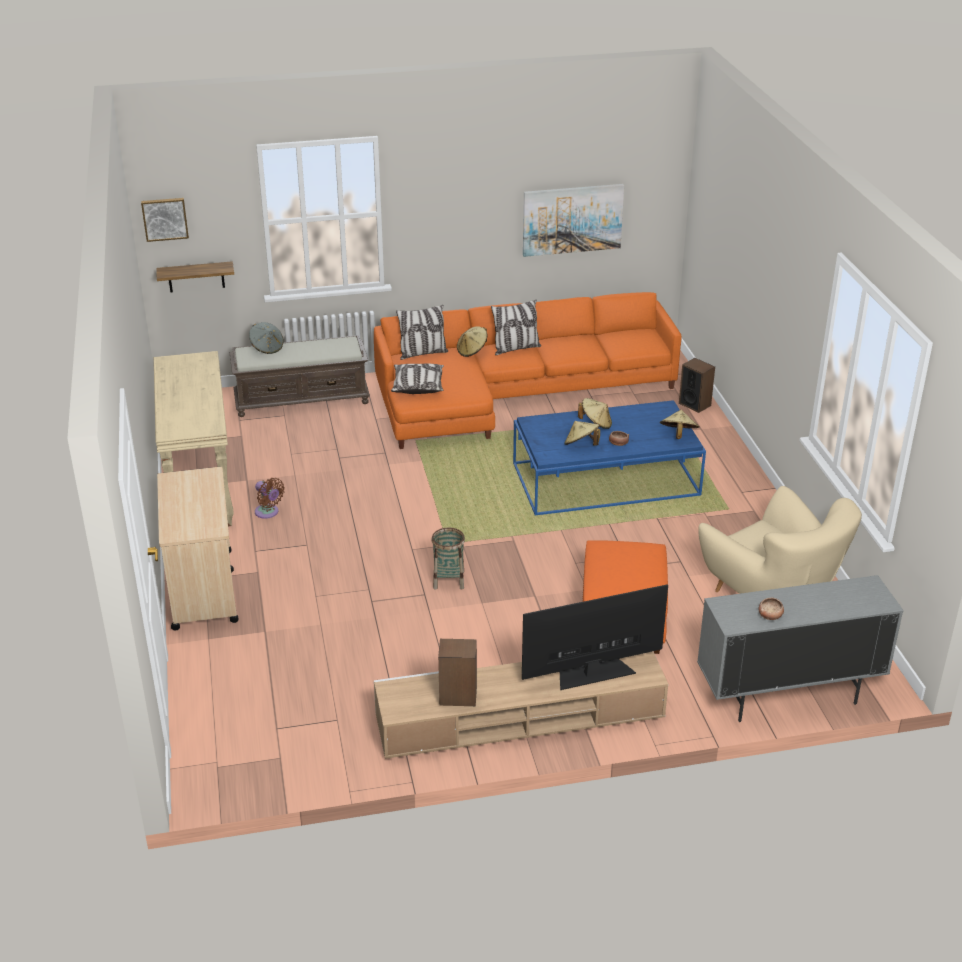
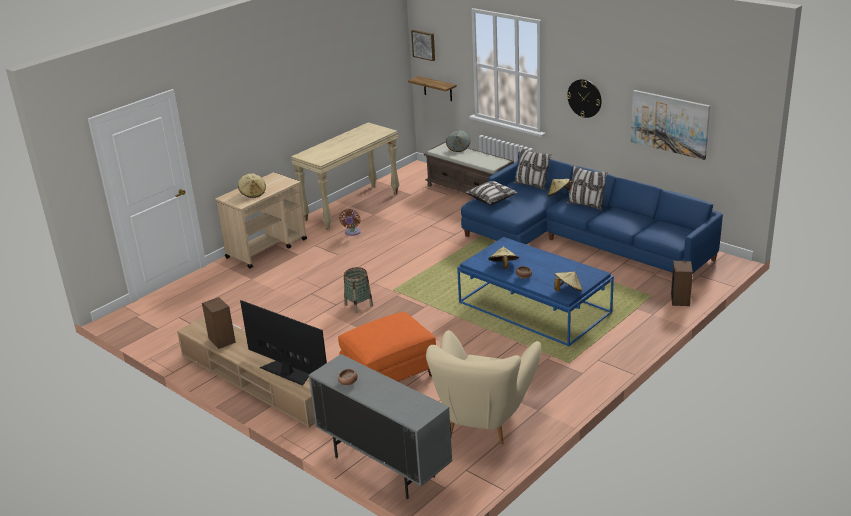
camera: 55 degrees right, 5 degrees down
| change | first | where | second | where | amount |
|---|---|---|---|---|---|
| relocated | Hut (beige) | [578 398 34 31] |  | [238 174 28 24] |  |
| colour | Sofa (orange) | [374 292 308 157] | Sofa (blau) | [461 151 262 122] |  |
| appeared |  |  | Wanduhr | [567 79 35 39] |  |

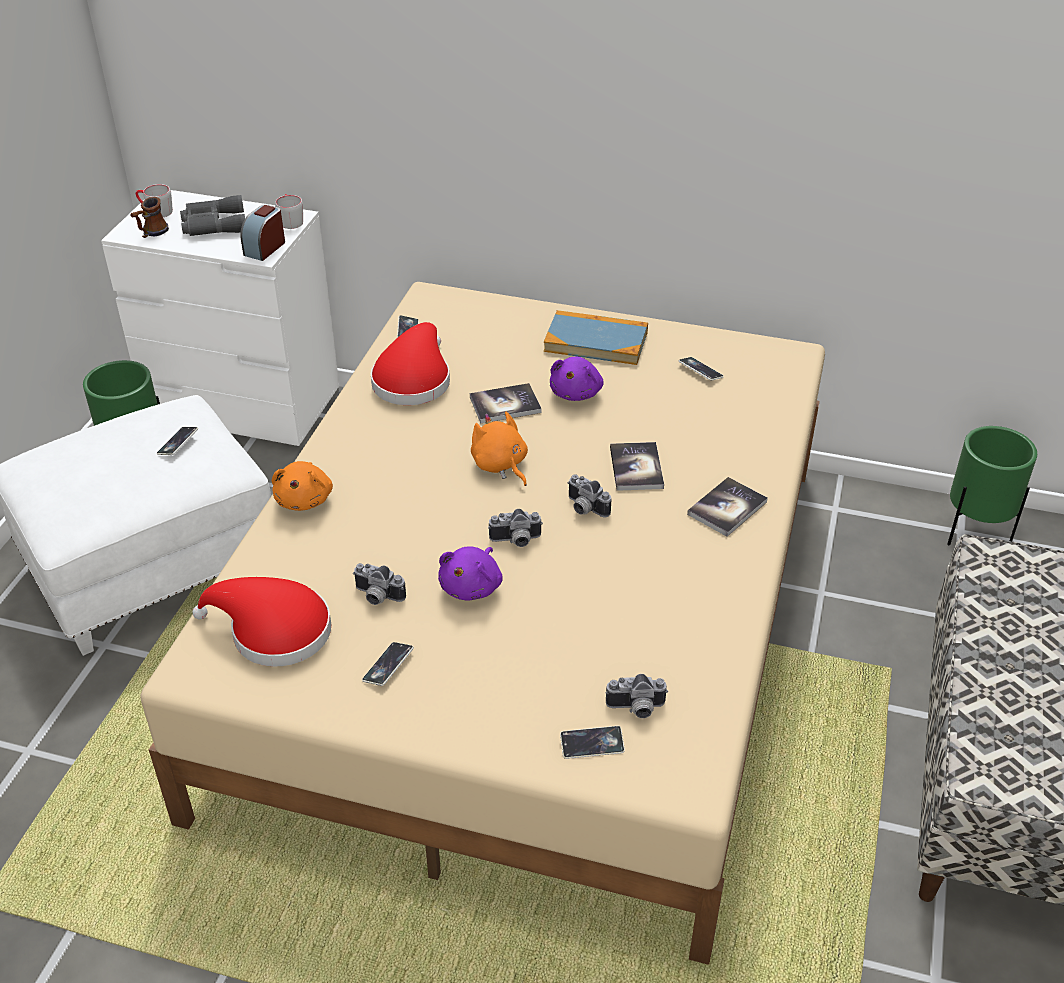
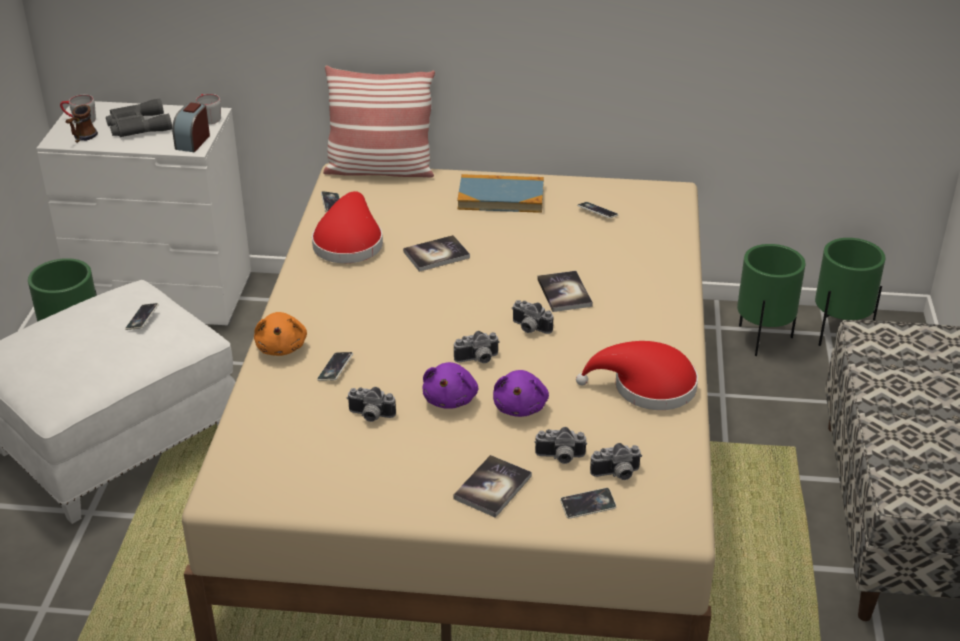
camera: 10 degrees left, 5 degrees down
| change | first | where | second | where | amount |
|---|---|---|---|---|---|
| relocated | Handy | [362 642 52 44] |  | [317 352 36 29] |  |
| appeared |  |  | Kissen | [323 65 112 113] |  |
| relocated | Buch | [687 477 81 60] |  | [453 455 79 63] |  |
| relocated | Plüschtier (lila) | [550 357 54 44] |  | [493 370 56 47] |  |
| appeared |  |  | Kamera | [535 427 52 37] |  |
| relocated | Hut (rot) | [193 577 138 90] |  | [576 341 122 69] |  |
| appeared |  |  | Pflanzkübel (grün) | [737 244 69 112] |  |
| missing | Plüschtier (orange) | [471 412 57 74] |  |  |  |

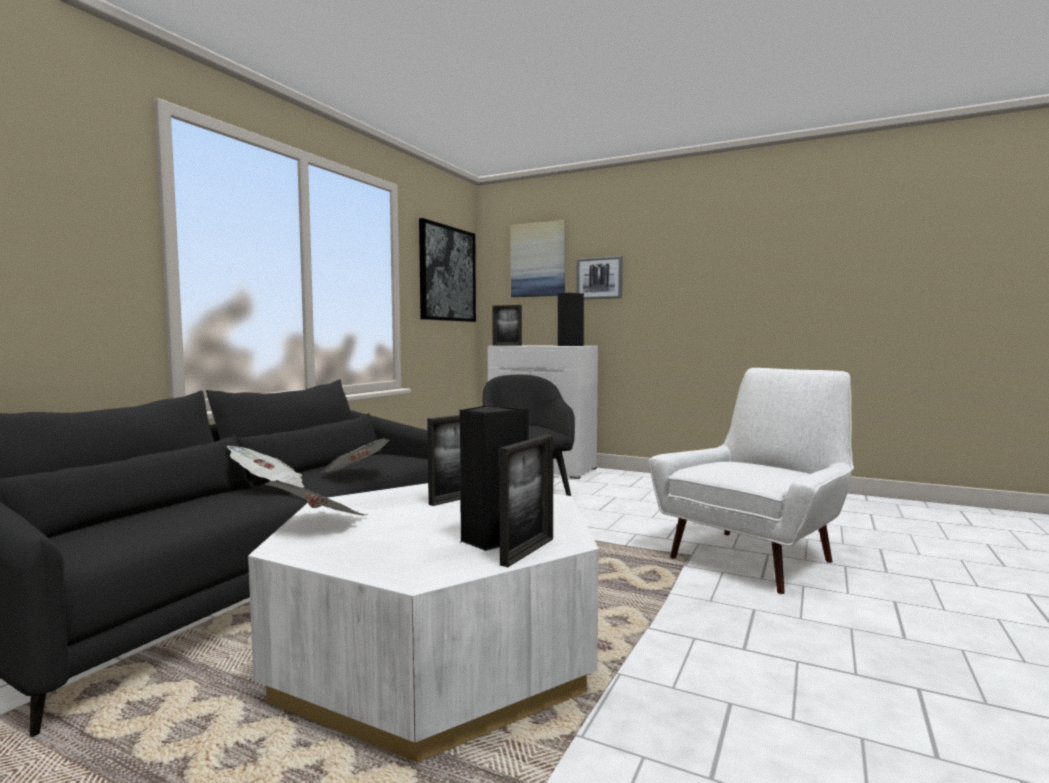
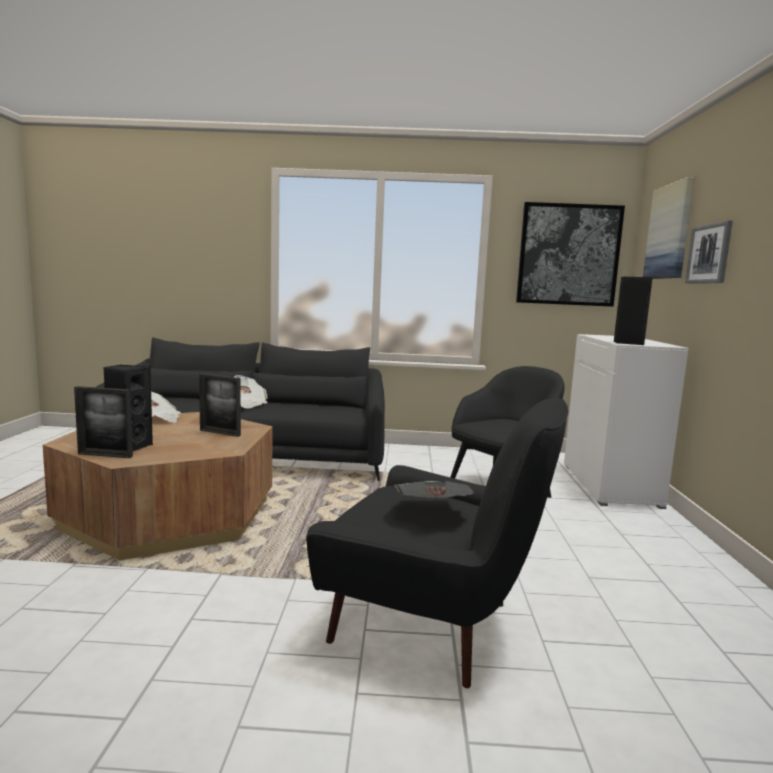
camera: 65 degrees right, 5 degrees up
| change | first | where | second | where | amount |
|---|---|---|---|---|---|
| colour | Couchtisch (weiß) | [248 483 351 280] | Couchtisch (braun) | [43 412 230 148] |  |
| colour | Sessel (weiß) | [649 368 205 226] | Sessel (schwarz) | [306 397 262 291] |  |
| relocated | Zeitung | [321 438 68 35] |  | [394 481 81 17] |  |
| missing | Bilderrahmen | [492 305 30 41] |  |  |  |

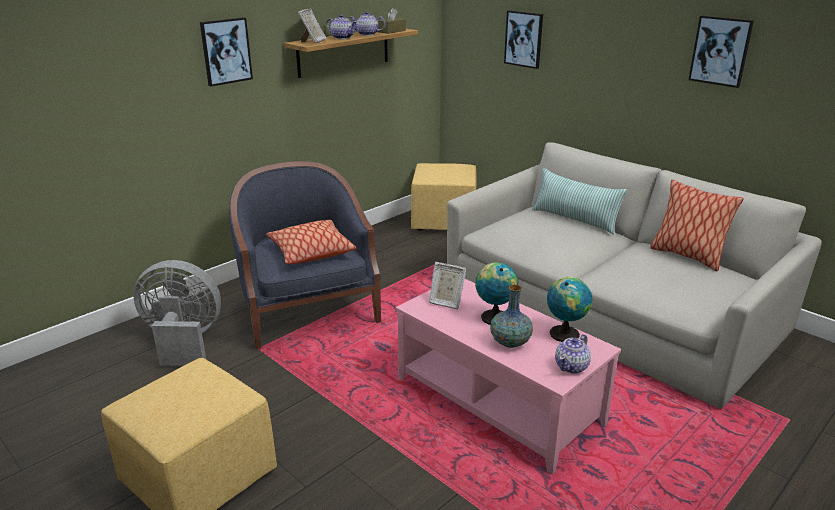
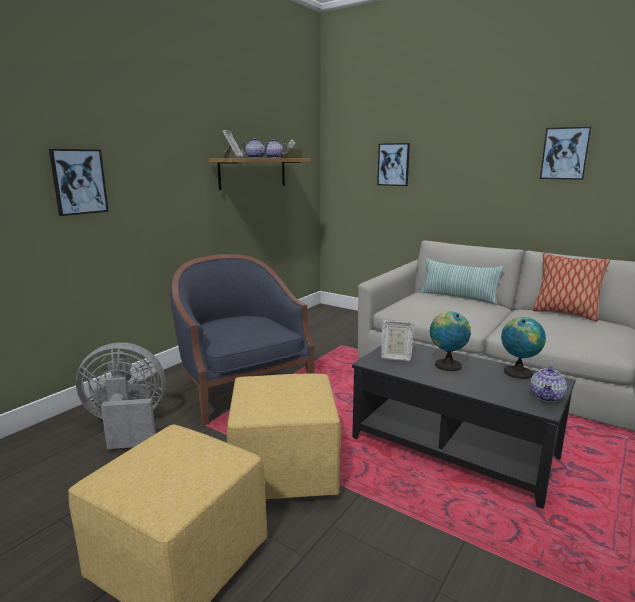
camera: 10 degrees left, 10 degrees down
| change | first | where | second | where | amount |
|---|---|---|---|---|---|
| relocated | Bild | [200 17 53 70] |  | [49 149 60 67] |  |
| relocated | Polsterhocker (gelb) | [411 163 66 68] |  | [227 374 114 125] |  |
| colour | Couchtisch (rosa) | [396 279 225 195] | Couchtisch (schwarz) | [352 343 224 166] |  |
| missing | Kissen | [266 220 90 44] |  |  |  |
| missing | Vase | [490 285 43 63] |  |  |  |

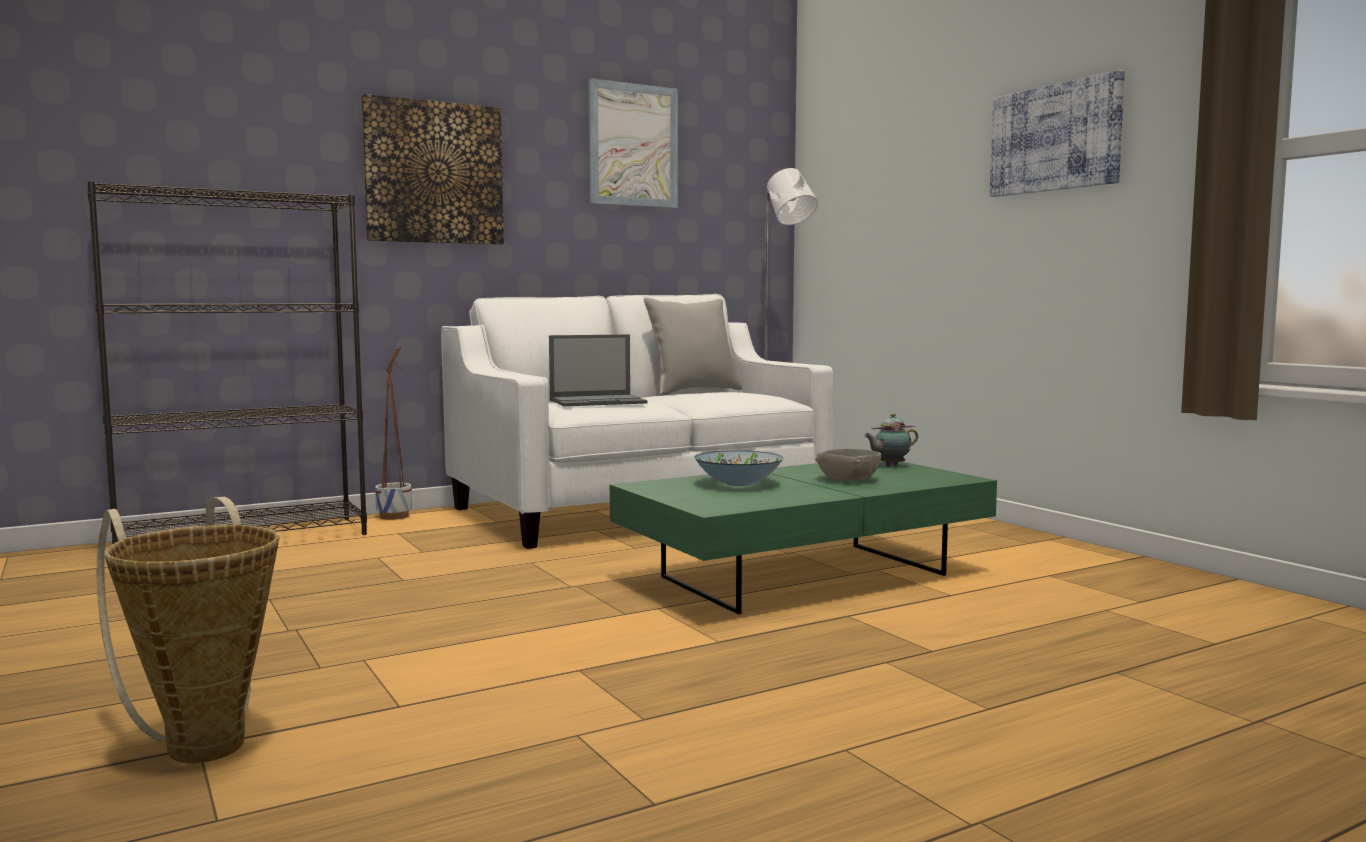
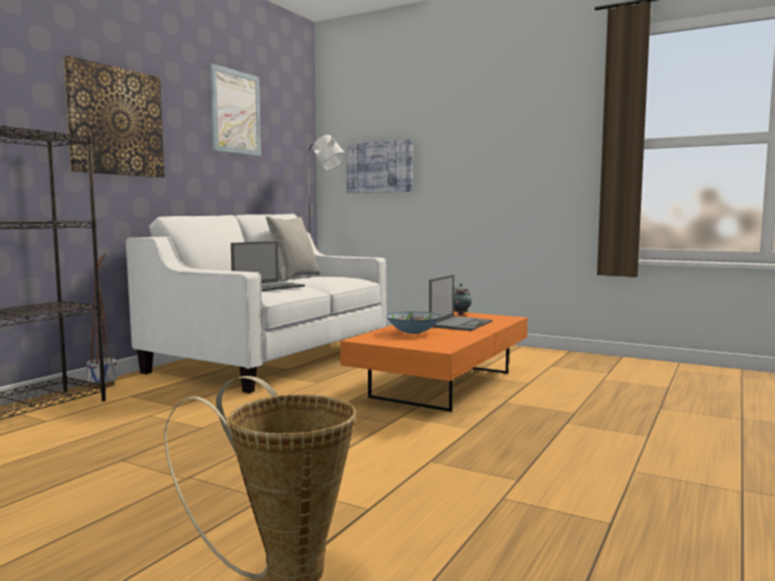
camera: 30 degrees left, 0 degrees up
| change | first | where | second | where | amount |
|---|---|---|---|---|---|
| colour | Couchtisch (grün) | [610 460 387 154] | Couchtisch (orange) | [340 312 188 100] |  |
| relocated | Bild | [990 70 135 127] |  | [346 139 67 54] |  |
| exchanged | Schüssel (grau) | [815 449 66 32] | Laptop | [429 275 63 56] |  |

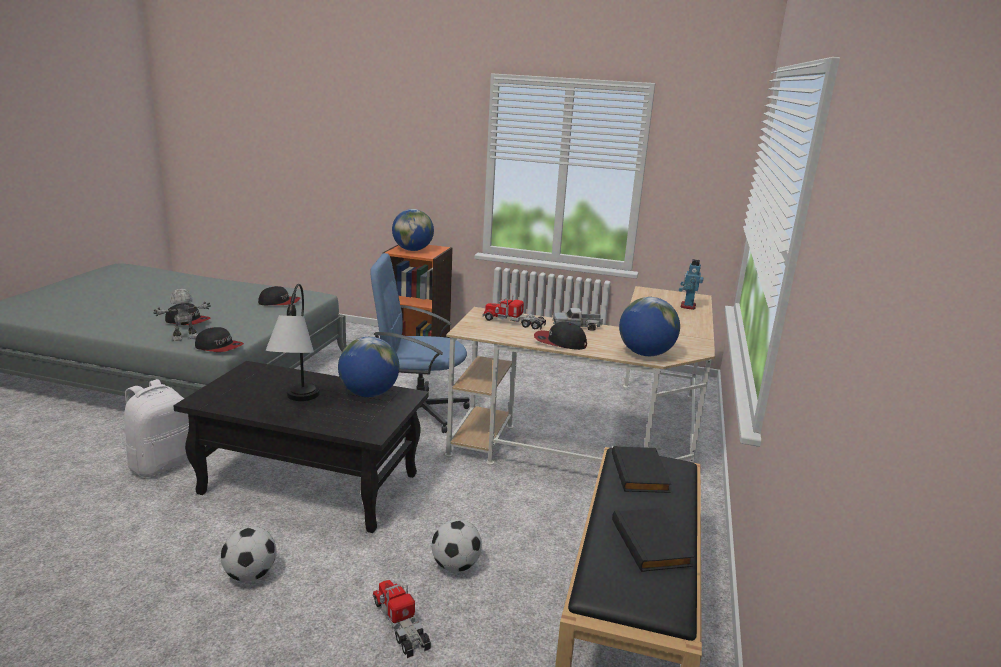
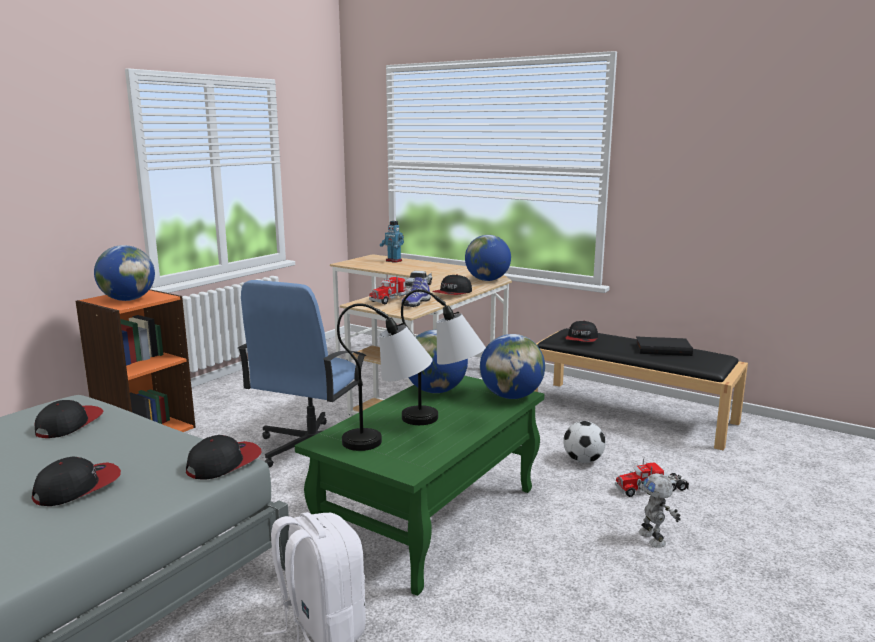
camera: 70 degrees left, 5 degrees down
| change | first | where | second | where | amount |
|---|---|---|---|---|---|
| colour | Couchtisch (schwarz) | [173 361 256 172] | Couchtisch (grün) | [295 375 249 221] |  |
| appeared |  |  | Tischlampe | [337 303 96 148] |  |
| appeared |  |  | Schuh | [401 277 30 30] |  |
| appeared |  |  | Globus | [480 334 65 65] |  |
| exchanged | Buch (schwarz) | [612 446 60 47] | Kappe | [565 321 33 21] |  |
| relocated | Spielzeugroboter | [153 289 58 52] |  | [638 473 43 75] |  |
| missing | Fußball | [221 527 55 55] |  |  |  |

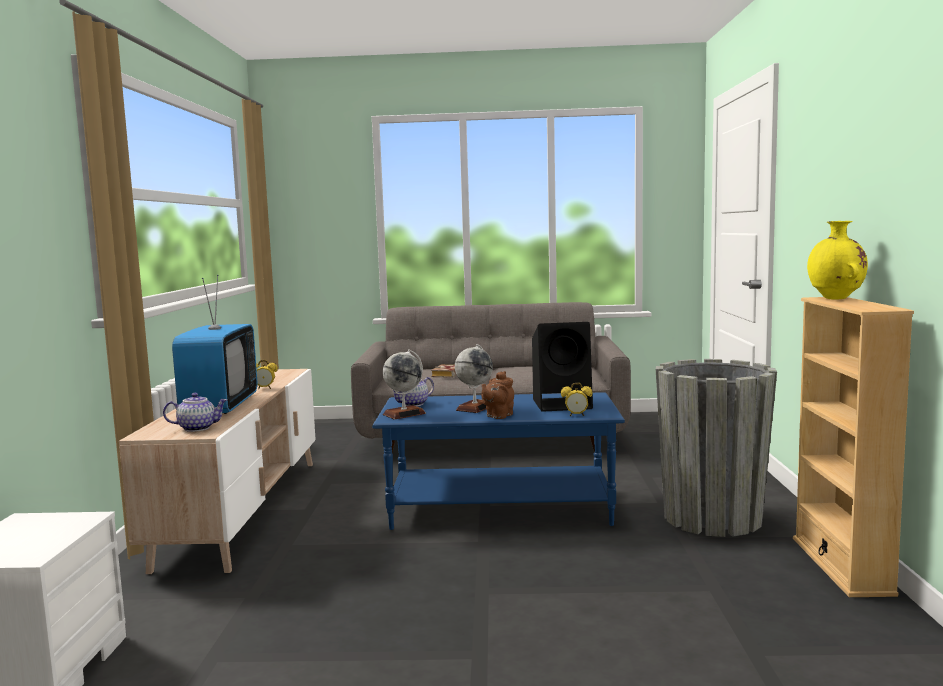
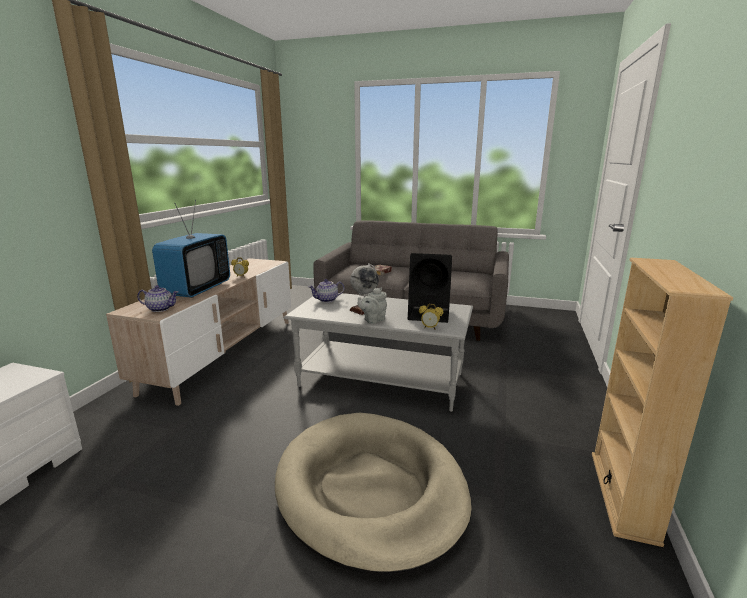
camera: 15 degrees right, 10 degrees up
| change | first | where | second | where | amount |
|---|---|---|---|---|---|
| appeared |  |  | Hundebett (beige) | [275 412 196 163] |  |
| colour | Couchtisch (blau) | [372 392 253 138] | Couchtisch (grau) | [283 293 190 119] |  |
| colour | Teekanne (braun) | [481 371 33 48] | Teekanne (grau) | [358 288 29 36] |  |
| missing | Globus | [383 349 43 71] |  |  |  |
| missing | Pflanzkübel (grau) | [656 359 121 178] |  |  |  |
| missing | Vase (gelb) | [807 221 61 79] |  |  |  |

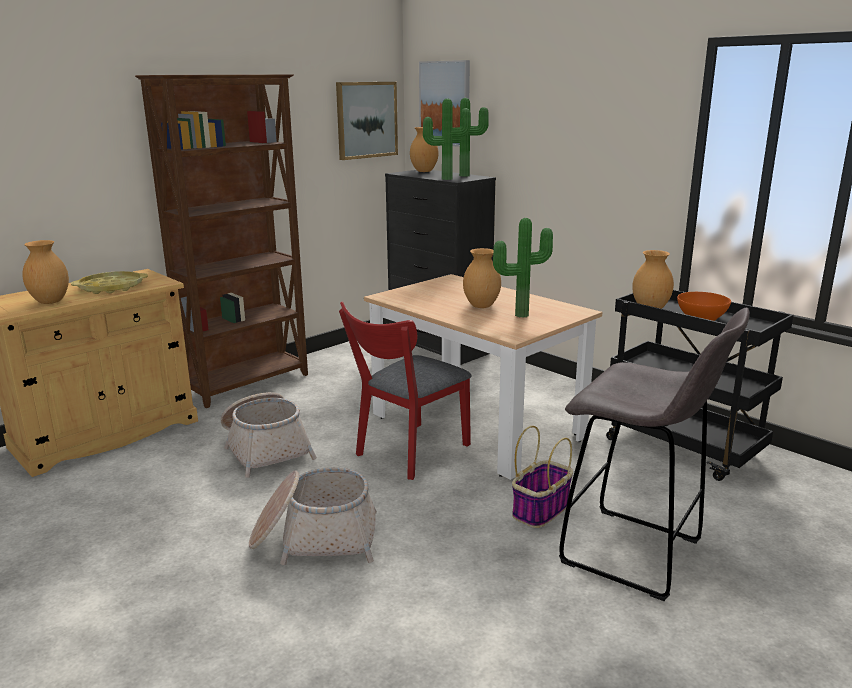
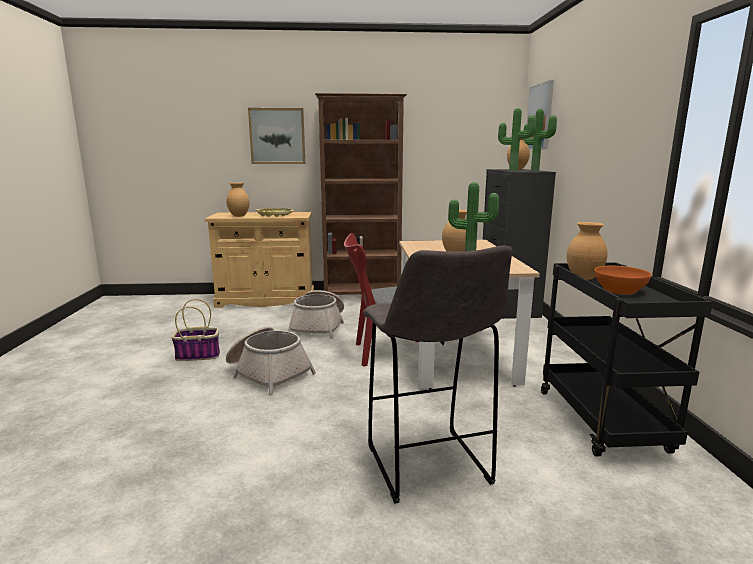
camera: 40 degrees right, 5 degrees down
| change | first | where | second | where | amount |
|---|---|---|---|---|---|
| relocated | Korb | [512 426 61 102] |  | [171 299 49 62] |  |
| relocated | Bild | [336 82 62 78] |  | [248 108 57 56] |  |

